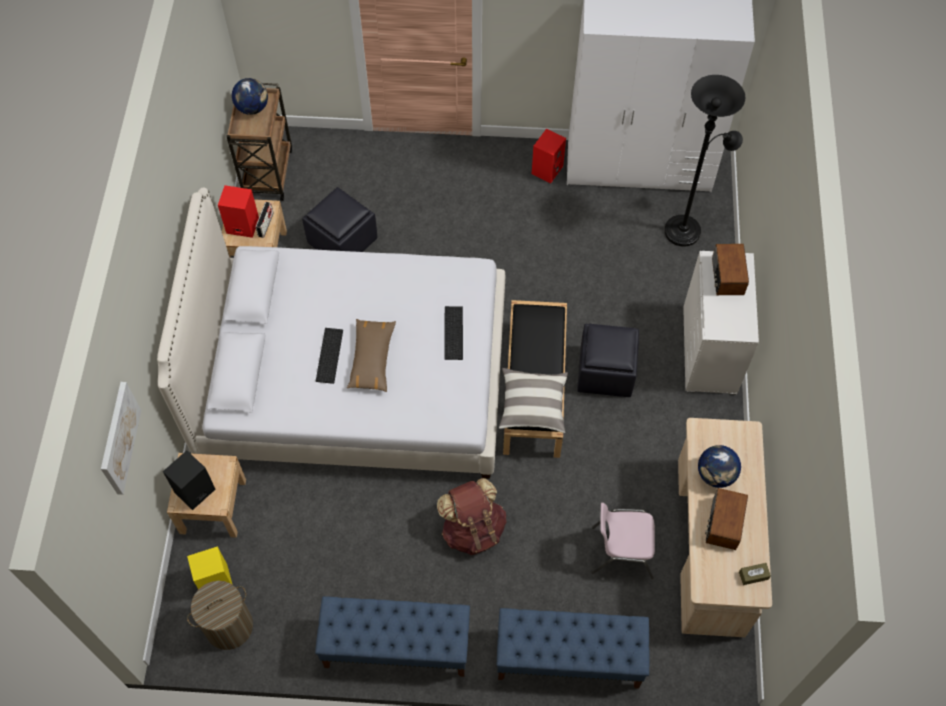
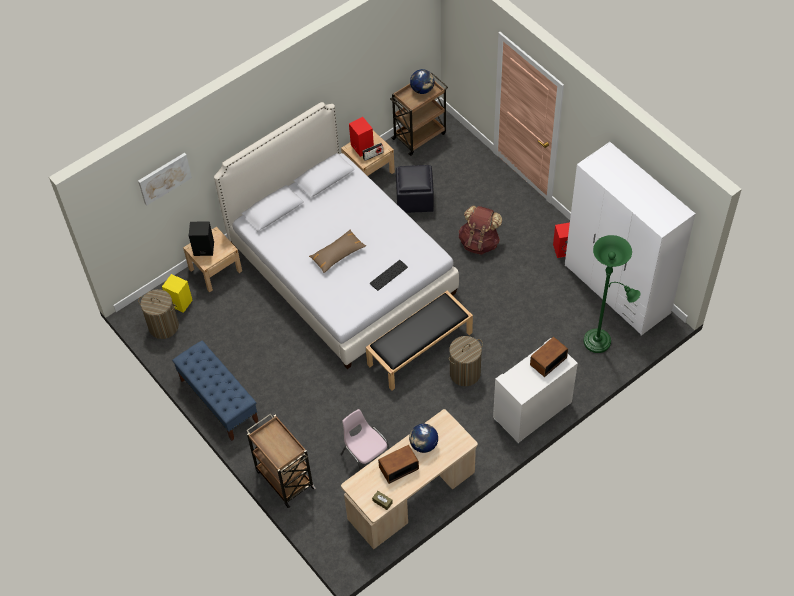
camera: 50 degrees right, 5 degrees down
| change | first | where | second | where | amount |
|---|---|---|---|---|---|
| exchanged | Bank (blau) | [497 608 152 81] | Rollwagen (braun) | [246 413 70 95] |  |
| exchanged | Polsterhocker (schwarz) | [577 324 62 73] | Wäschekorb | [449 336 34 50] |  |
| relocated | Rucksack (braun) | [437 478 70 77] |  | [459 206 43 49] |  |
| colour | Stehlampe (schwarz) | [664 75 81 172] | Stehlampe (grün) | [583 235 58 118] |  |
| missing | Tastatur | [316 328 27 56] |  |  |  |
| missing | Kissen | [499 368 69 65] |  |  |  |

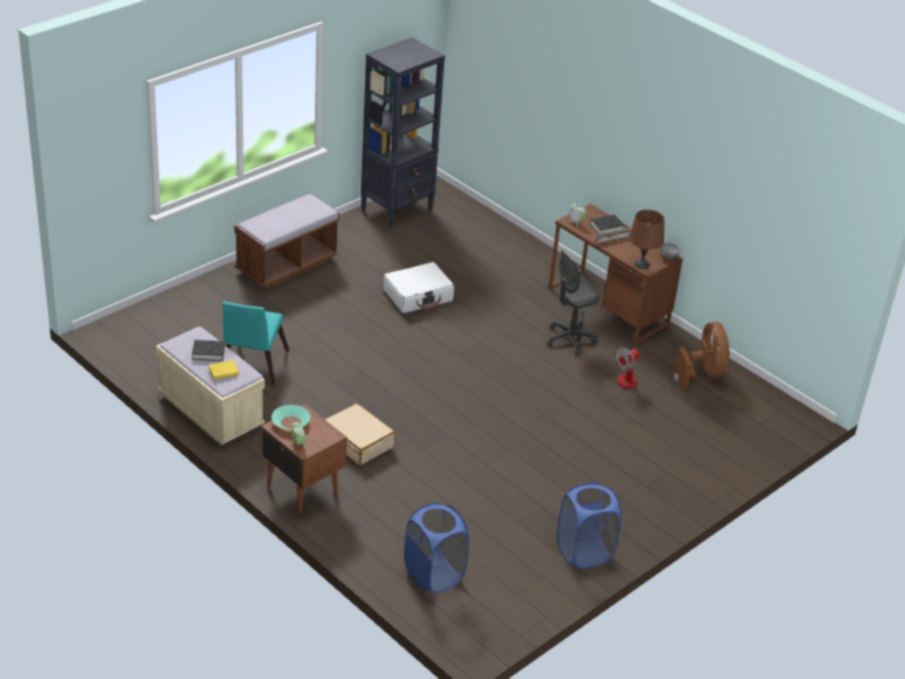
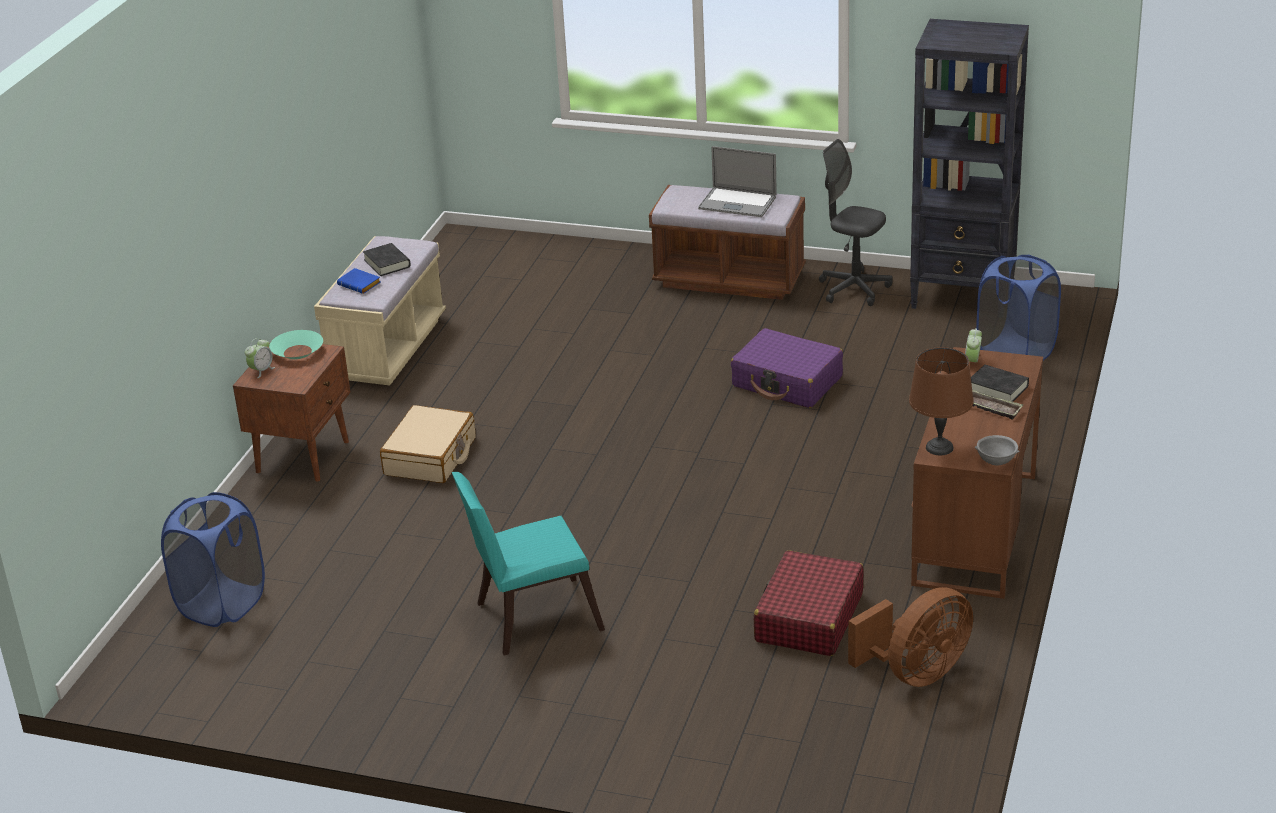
camera: 65 degrees right, 5 degrees down
| change | first | where | second | where | amount |
|---|---|---|---|---|---|
| colour | Buch (gelb) | [209 360 30 20] | Buch (blau) | [337 268 43 26] |  |
| relocated | Stuhl (türkis) | [223 301 66 85] |  | [452 472 153 184] |  |
| appeared |  |  | Laptop | [698 146 79 71] |  |
| colour | Koffer (weiß) | [384 262 70 51] | Koffer (lila) | [731 328 112 80] |  |
| exchanged | Ventilator | [616 347 63 46] | Koffer (rot) | [754 550 110 106] |  |
| relocated | Bürostuhl (grau) | [547 249 52 106] |  | [819 139 74 167] |  |
| relocated | Wäschekorb (blau) | [558 482 64 87] |  | [976 255 85 106] |  |

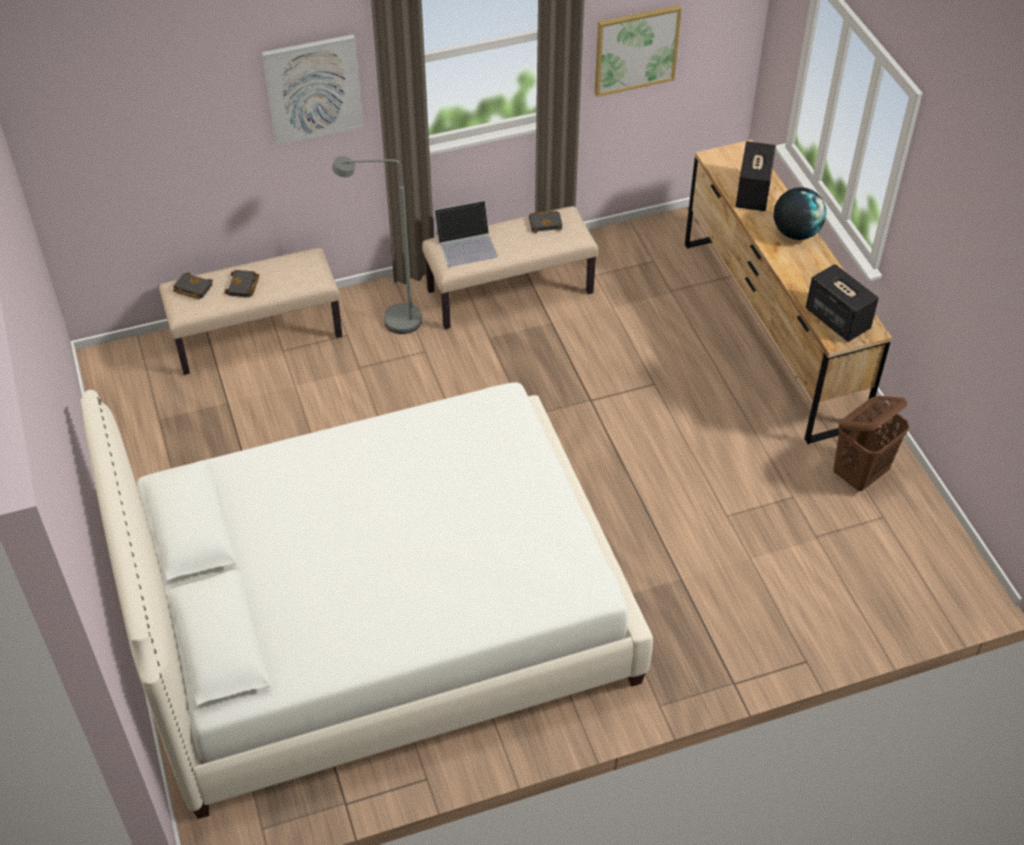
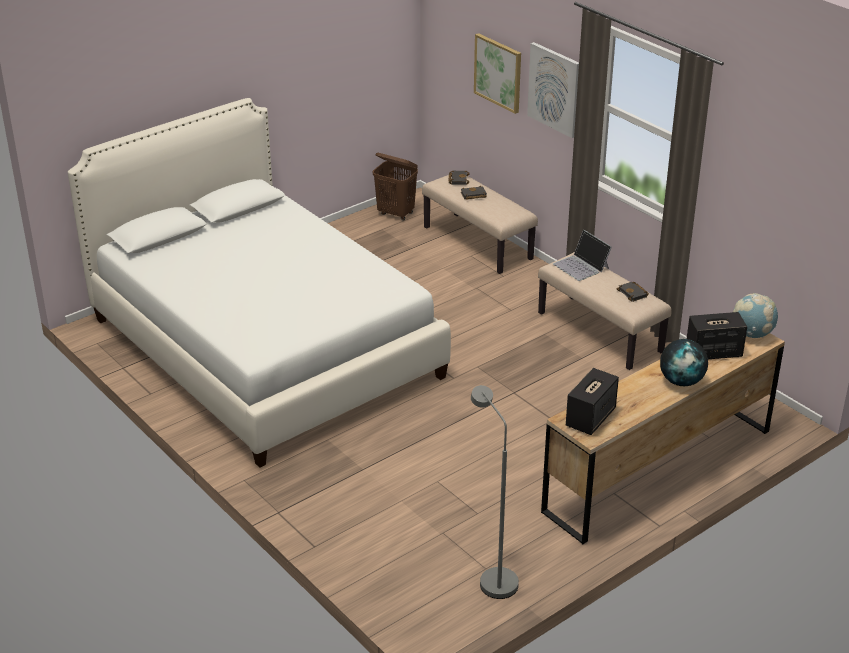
camera: 70 degrees right, 15 degrees down
| change | first | where | second | where | amount |
|---|---|---|---|---|---|
| relocated | Wäschekorb (braun) | [833 396 76 95] |  | [373 153 45 67] |  |
| relocated | Stehlampe (grau) | [332 156 90 178] |  | [471 385 48 214] |  |
| relocated | Bild | [595 5 87 92] |  | [474 33 47 81] |  |
| appeared |  |  | Globus | [733 293 45 45] |  |

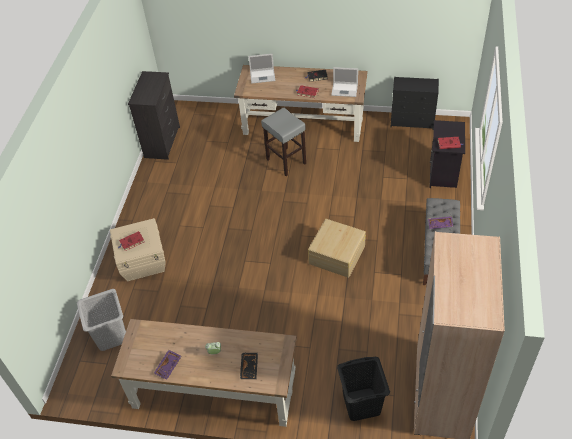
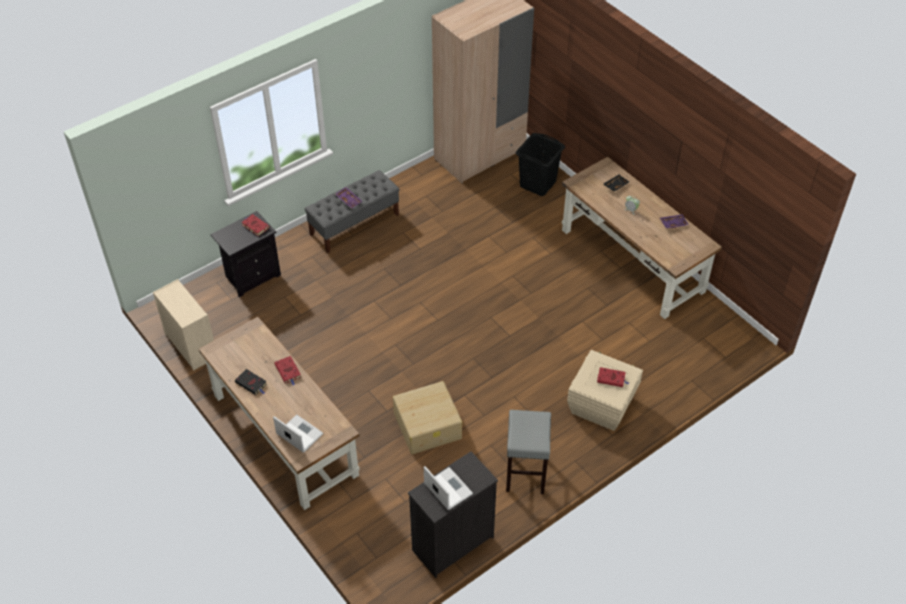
camera: 140 degrees left, 0 degrees up
| change | first | where | second | where | amount |
|---|---|---|---|---|---|
| colour | Kommode (schwarz) | [391 77 48 53] | Kommode (beige) | [153 279 61 92] |  |
| relocated | Aufbewahrungsbox (beige) | [308 219 58 59] |  | [393 381 69 73] |  |
| relocated | Laptop | [331 67 27 30] |  | [424 466 49 44] |  |
| relocated | Hocker (grau) | [261 108 45 68] |  | [506 410 45 84] |  |
| missing | Wäschekorb (grau) | [77 289 49 62] |  |  |  |

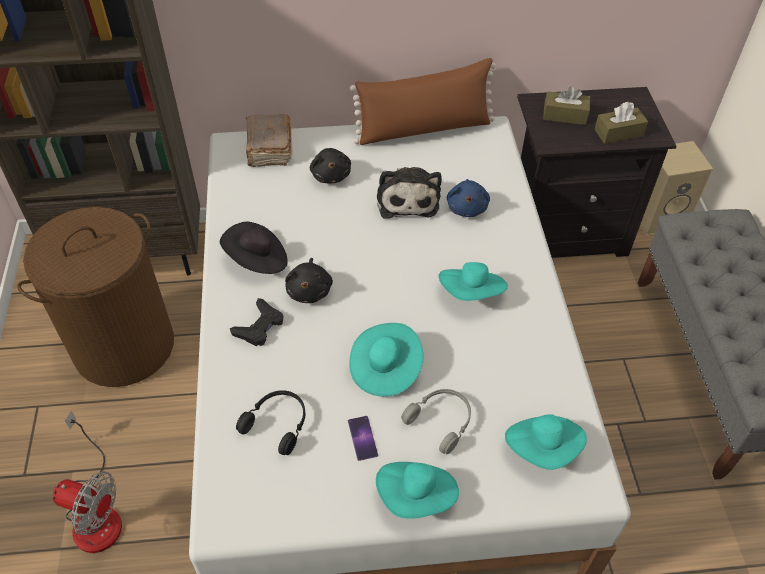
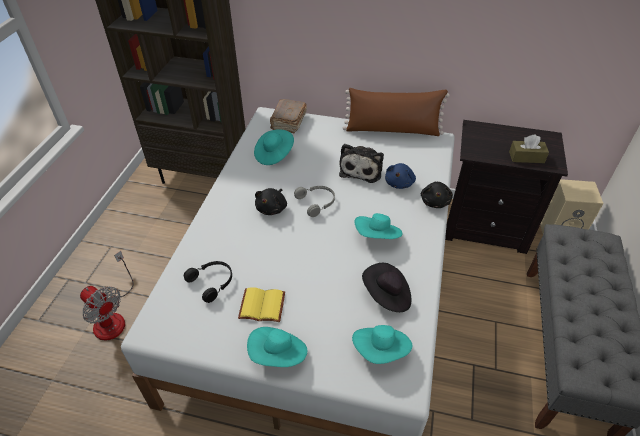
camera: 20 degrees right, 5 degrees down
| change | first | where | second | where | amount |
|---|---|---|---|---|---|
| exchanged | Handy | [348 416 30 45] | Buch (gelb) | [238 287 47 35] |  |
| relocated | Hut (türkis) | [349 323 74 74] |  | [254 129 40 36] |  |
| relocated | Kopfhörer (grau) | [401 389 70 65] |  | [294 186 41 31] |  |
| relocated | Hut (schwarz) | [220 222 68 52] |  | [362 263 49 49] |  |
| relocated | Plüschtier (schwarz) | [310 148 41 35] |  | [421 182 32 26] |  |
| missing | Wäschekorb (braun) | [17 207 157 180] |  |  |  |
| missing | Gamepad (schwarz) | [230 298 54 48] |  |  |  |
| missing | Taschentuchbox (braun) | [543 86 47 39] |  |  |  |

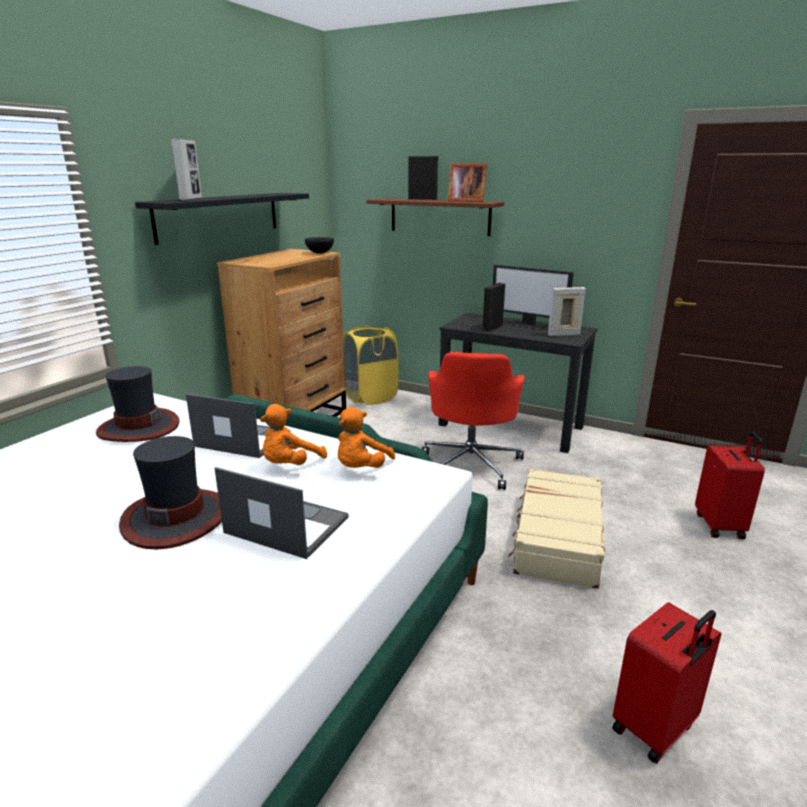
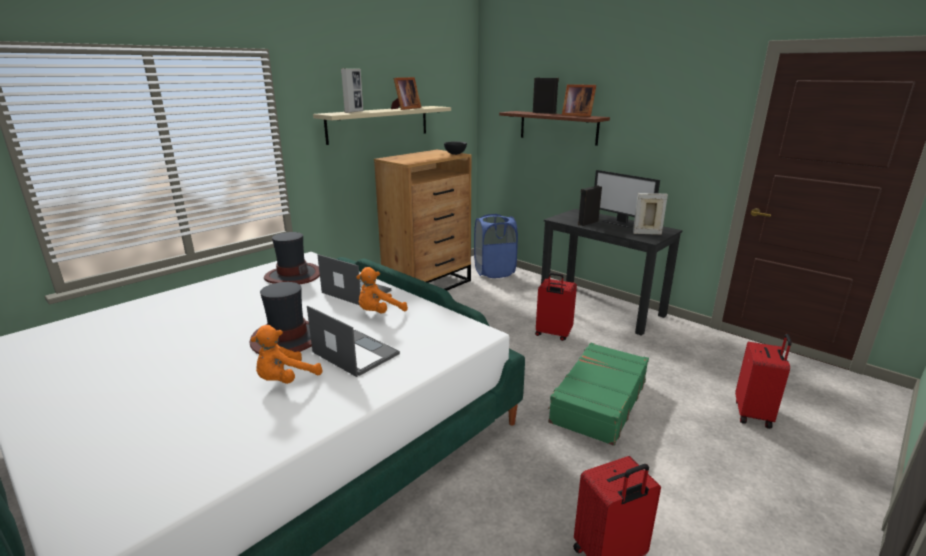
camera: 15 degrees right, 0 degrees up
| change | first | where | second | where | amount |
|---|---|---|---|---|---|
| relocated | Plüschtier (orange) | [338 407 57 61] |  | [251 325 71 59] |  |
| colour | Wandregal (schwarz) | [135 193 174 52] | Wandregal (beige) | [313 106 138 39] |  |
| appeared |  |  | Bilderrahmen | [391 77 30 33] |  |
| colour | Wäschekorb (gelb) | [343 326 56 79] | Wäschekorb (blau) | [474 214 44 64] |  |
| exchanged | Bürostuhl (rot) | [422 352 103 138] | Koffer (rot) | [535 273 42 68] |  |
| colour | Koffer (beige) | [508 469 97 120] | Koffer (grün) | [548 343 101 103] |  |

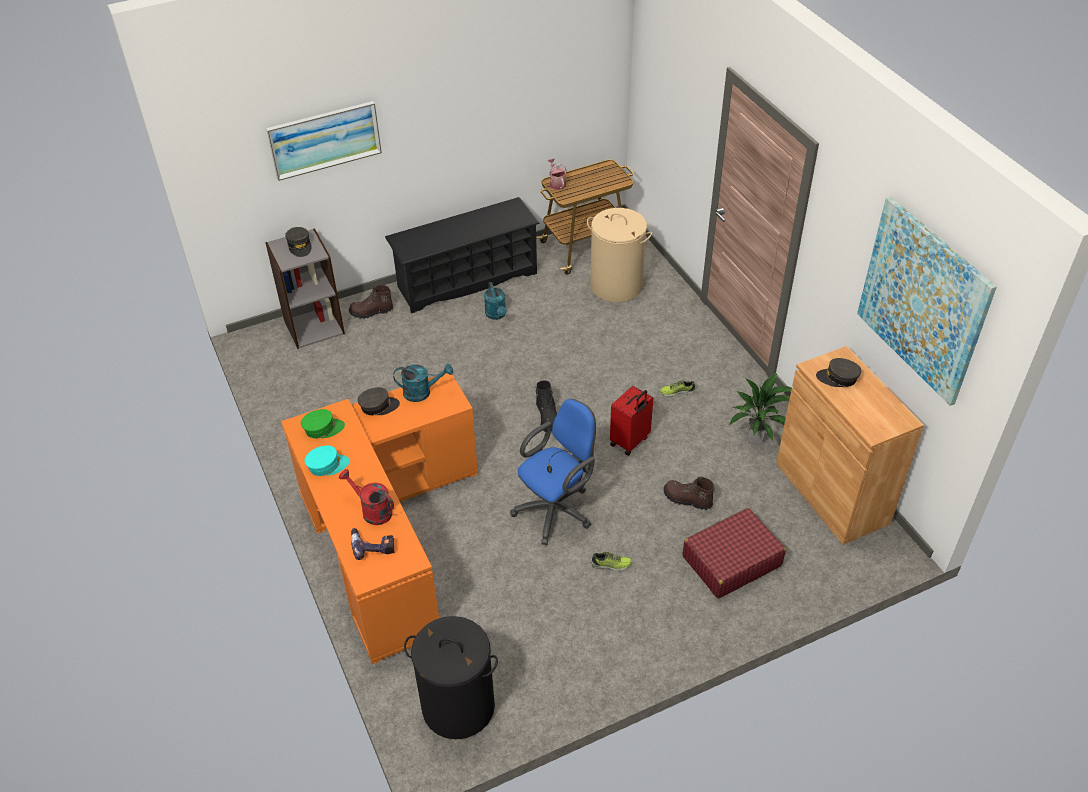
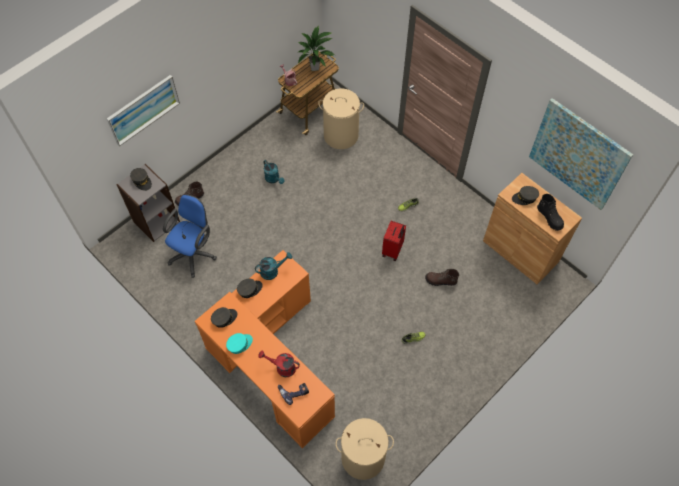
camera: 20 degrees left, 15 degrees up
| change | first | where | second | where | amount |
|---|---|---|---|---|---|
| relocated | Bürostuhl (blau) | [510 399 86 146] |  | [163 194 54 84] |  |
| colour | Kappe (grün) | [301 409 44 29] | Kappe (grau) | [211 307 26 21] |  |
| relocated | Topfpflanze | [728 373 66 71] |  | [298 25 37 46] |  |
| colour | Wäschekorb (schwarz) | [404 616 94 123] | Wäschekorb (beige) | [336 418 58 62] |  |
| relocated | Stiefel (schwarz) | [536 380 21 52] |  | [537 194 27 37] |  |
| missing | Schuhregal (schwarz) | [385 197 155 116] |  |  |  |
| missing | Koffer (rot) | [683 508 103 90] |  |  |  |

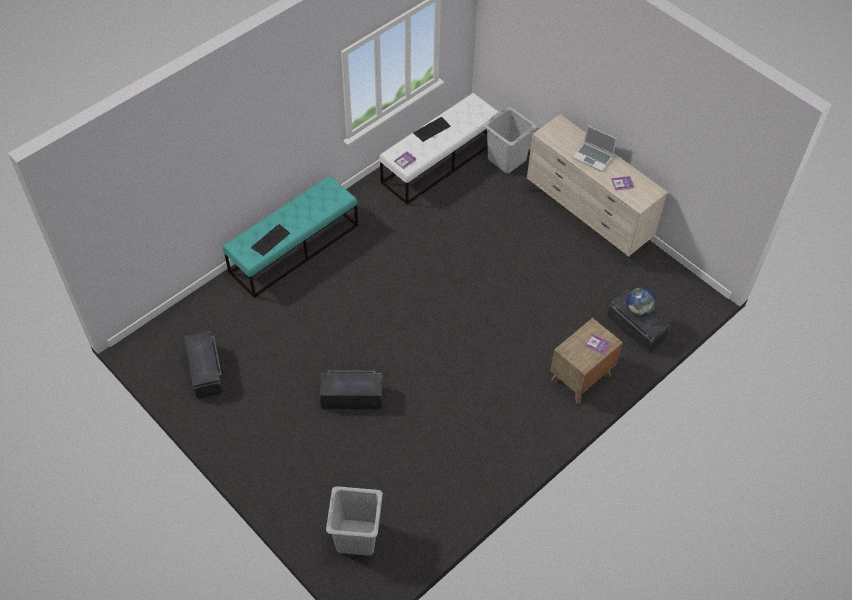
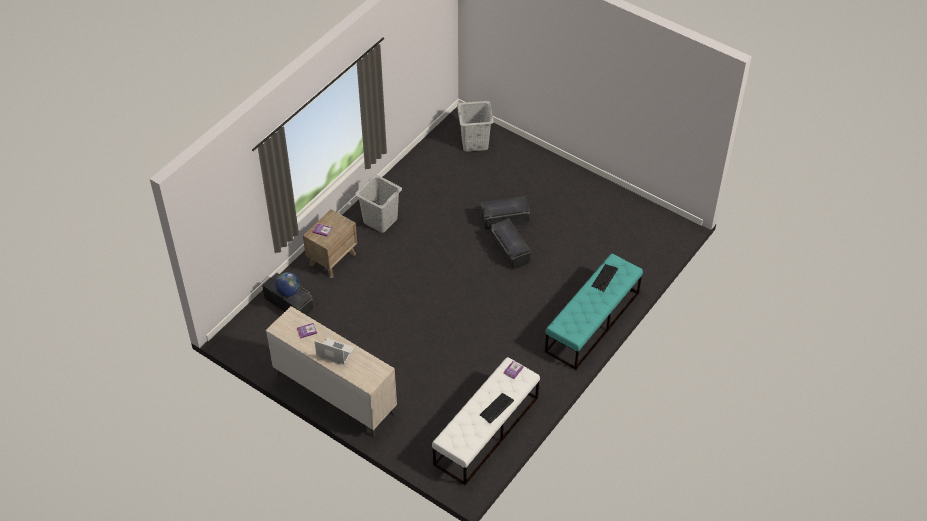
camera: 170 degrees right, 5 degrees down
| change | first | where | second | where | amount |
|---|---|---|---|---|---|
| relocated | Wäschekorb (grau) | [484 107 54 66] |  | [355 175 47 58] |  |
| relocated | Aufbewahrungsbox (schwarz) | [184 331 39 68] |  | [491 218 40 52] |  |

